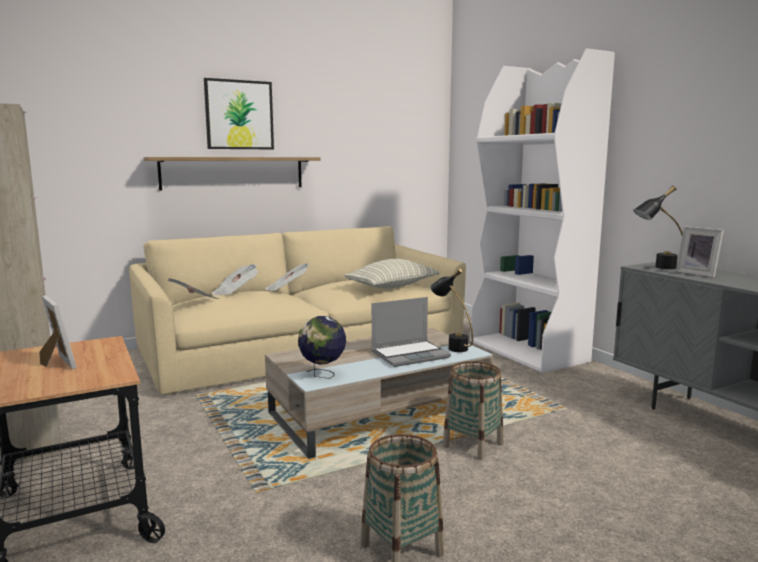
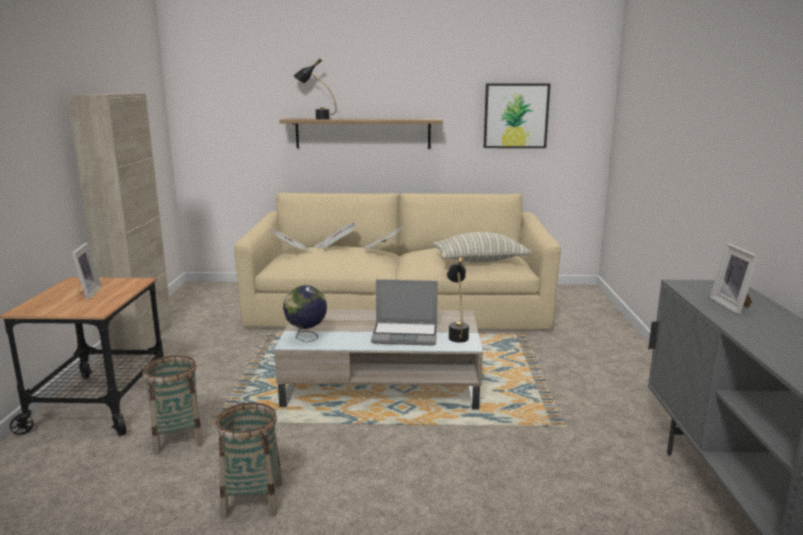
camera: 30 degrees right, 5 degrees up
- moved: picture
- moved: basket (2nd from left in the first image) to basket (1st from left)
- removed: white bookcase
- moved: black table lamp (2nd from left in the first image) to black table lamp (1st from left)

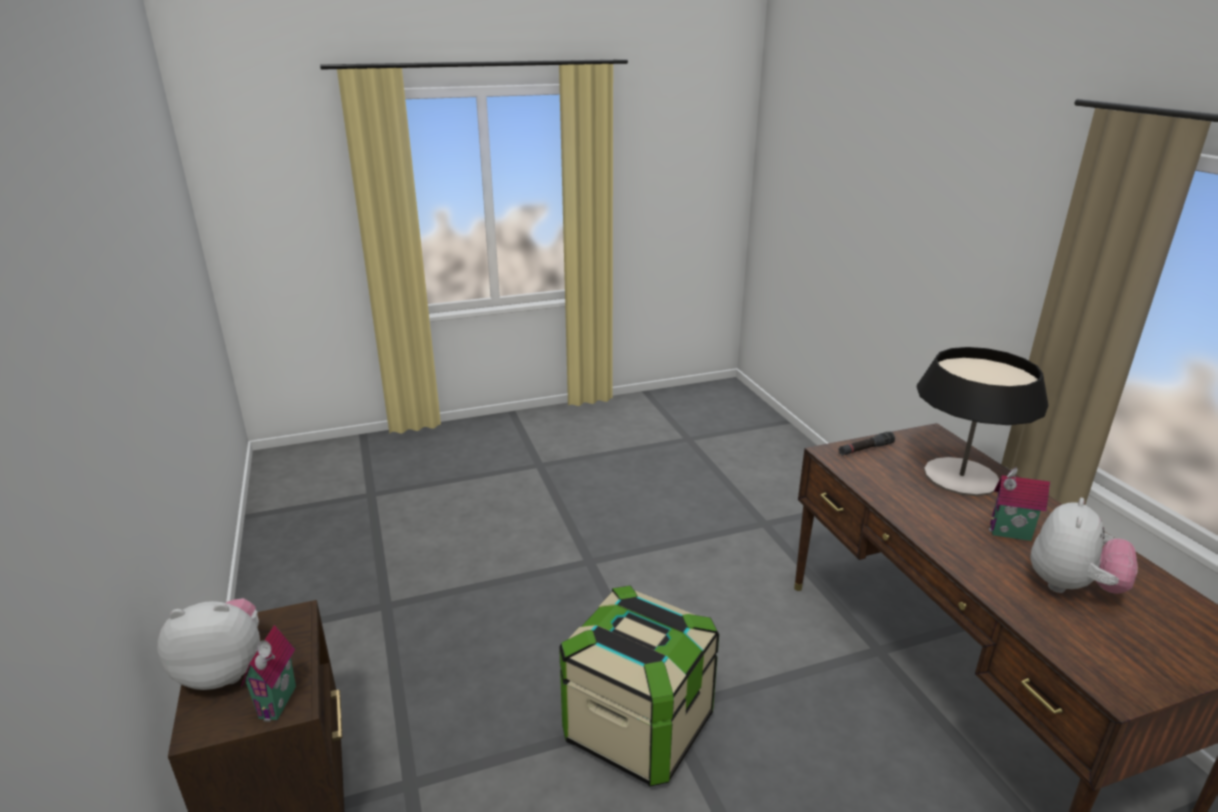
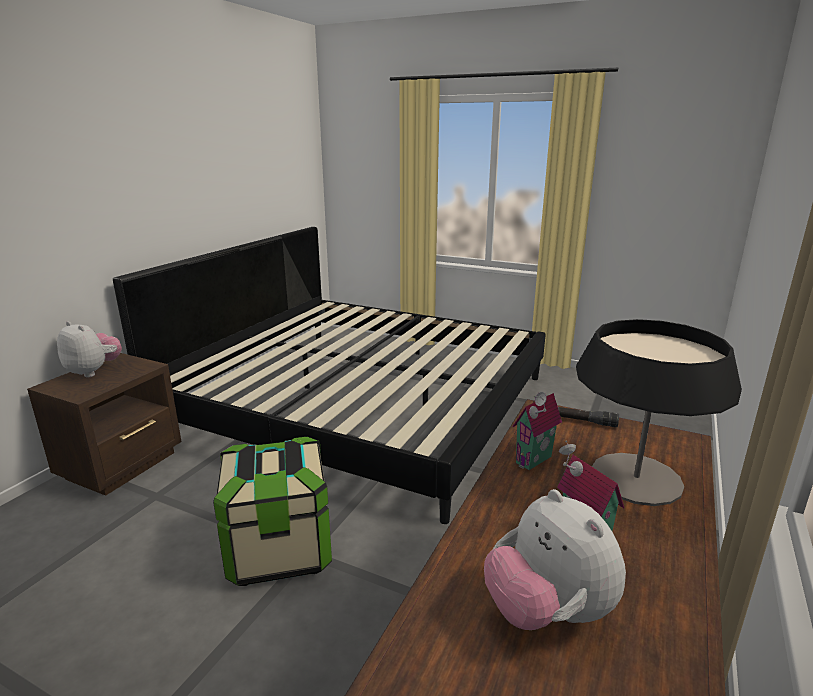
camera: 45 degrees right, 5 degrees down
- moved: toy house (1st from left)
- turned: plush toy (2nd from left) 75 degrees clockwise
- added: bed

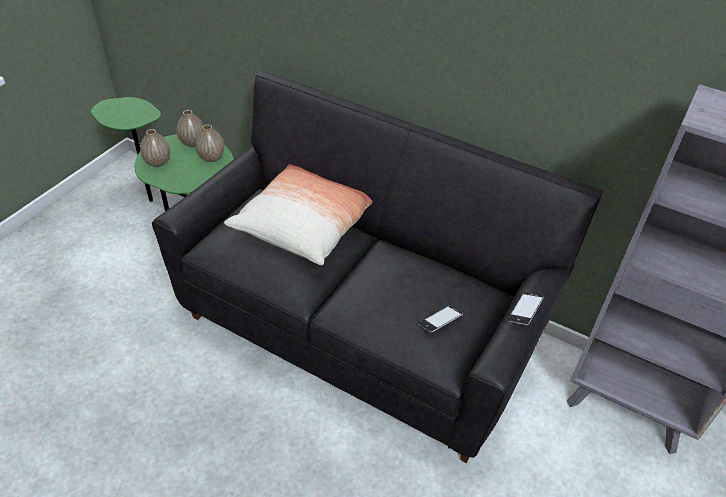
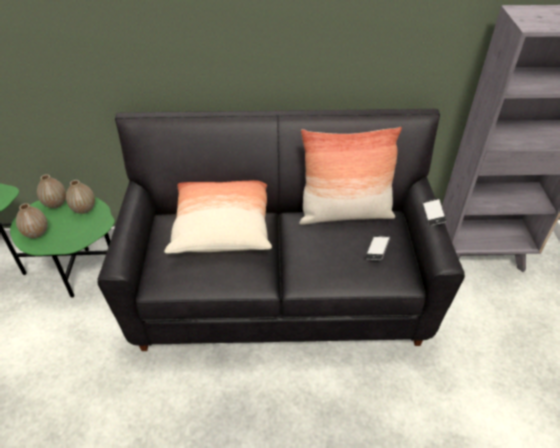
camera: 30 degrees left, 0 degrees up
- added: pillow (2nd from left)

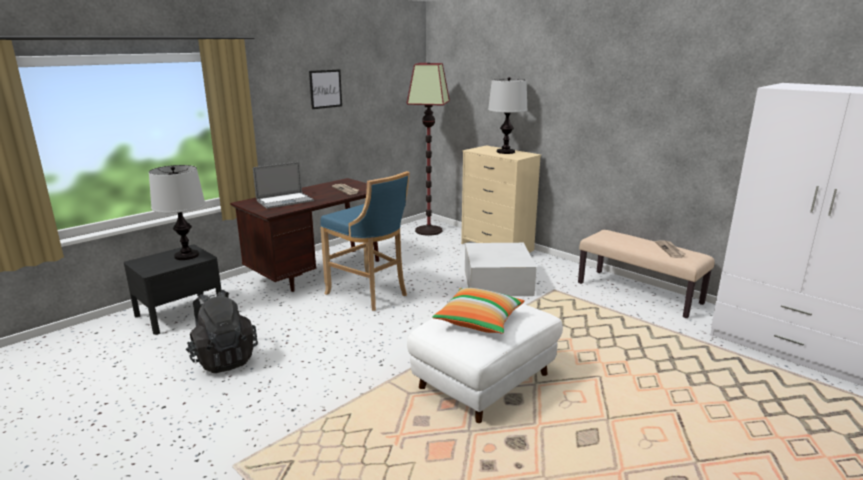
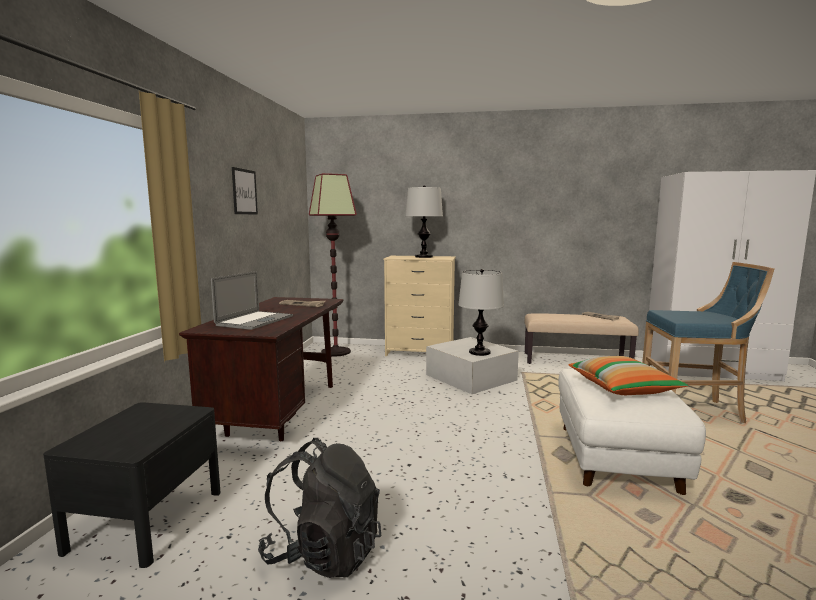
camera: 35 degrees left, 10 degrees down
- moved: table lamp (1st from left in the first image) to table lamp (2nd from left)
- moved: blue stool

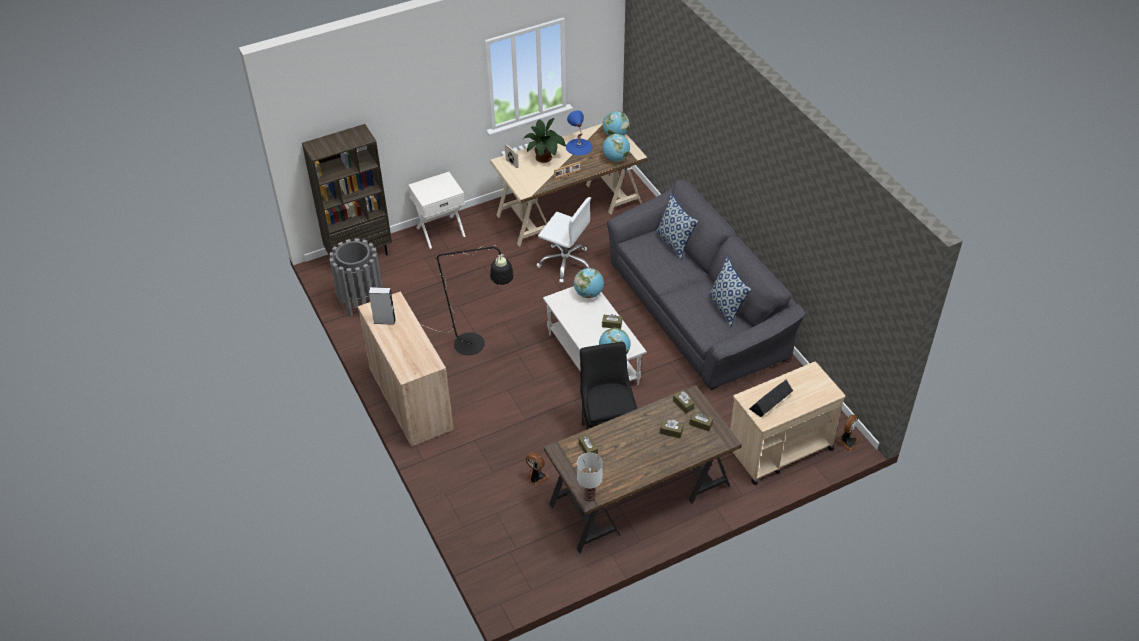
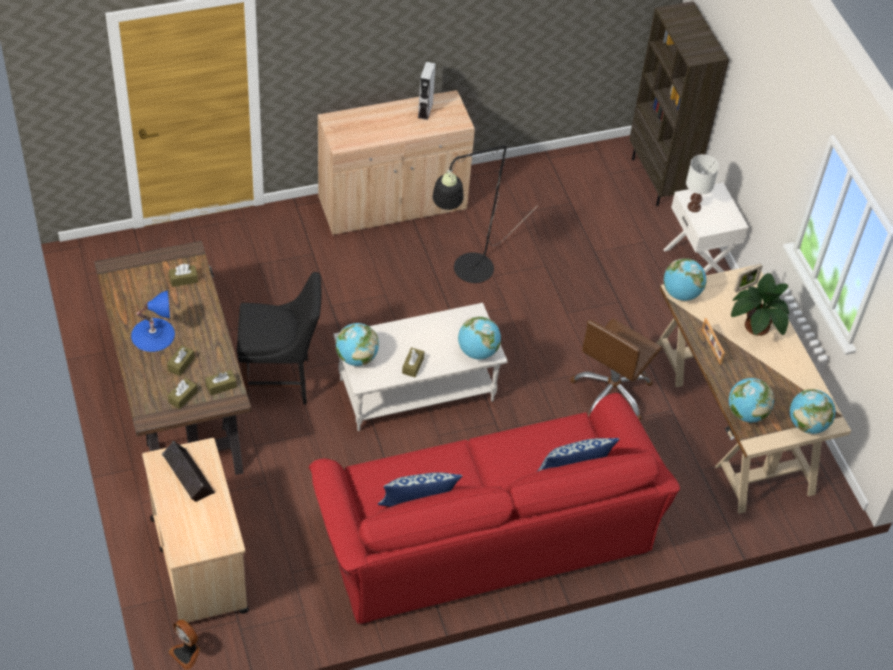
camera: 95 degrees right, 5 degrees up
- removed: grey trash can
- removed: fan (1st from left)
- recoloured: white office chair to brown office chair
- moved: blue table lamp
- moved: white table lamp
- recoloured: grey sofa to red sofa
- added: globe (3rd from left)

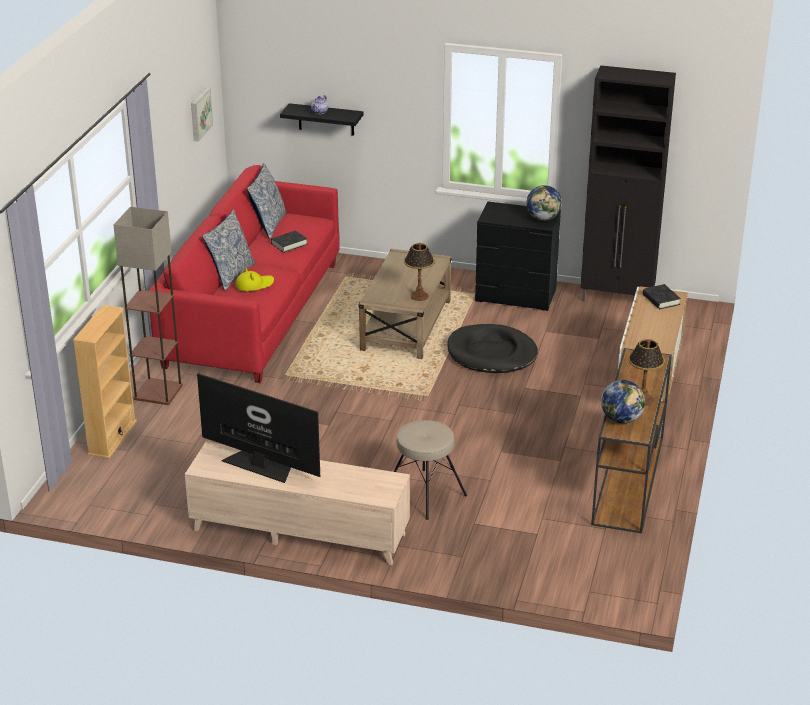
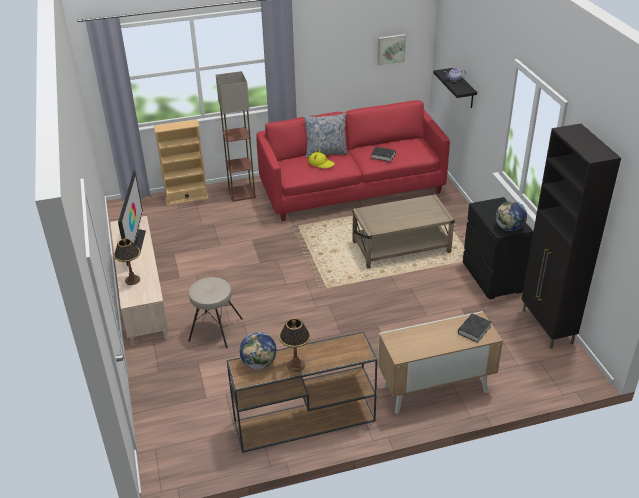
camera: 60 degrees right, 5 degrees up
- removed: pillow (2nd from left)
- moved: table lamp (1st from left)
- removed: black dog bed

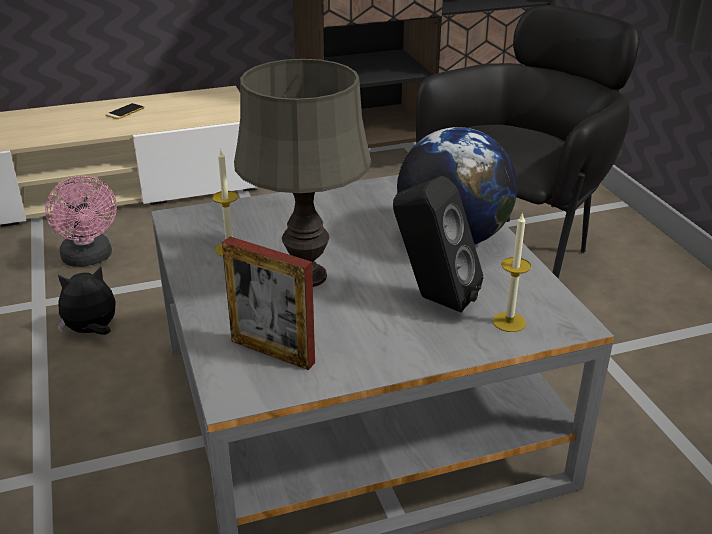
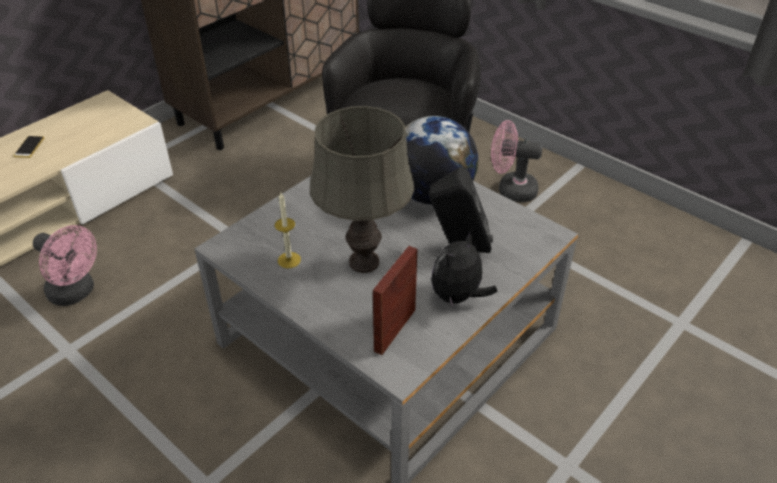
camera: 30 degrees left, 10 degrees up
- moved: plush toy
- turned: picture frame 120 degrees clockwise
- removed: candle (2nd from left)
- added: pink fan (2nd from left)

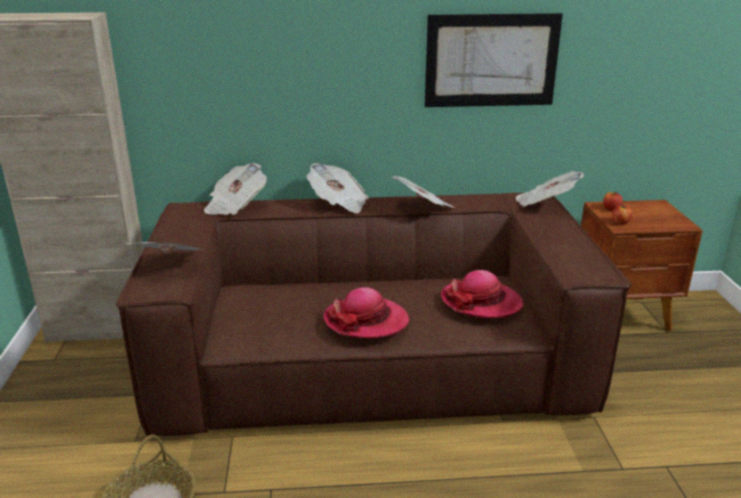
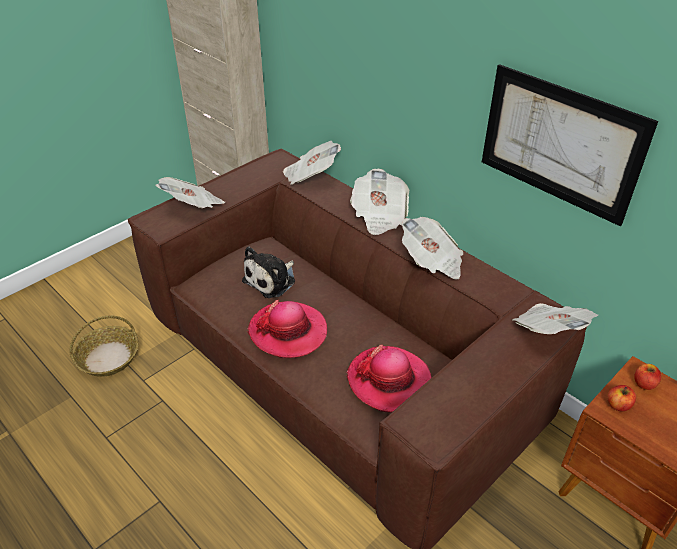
camera: 50 degrees right, 15 degrees up
- added: plush toy

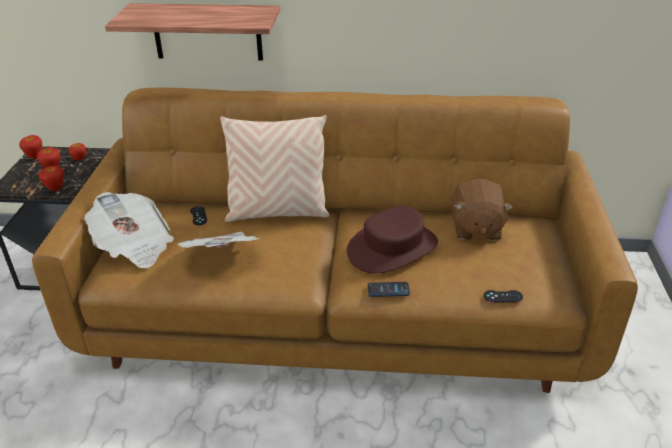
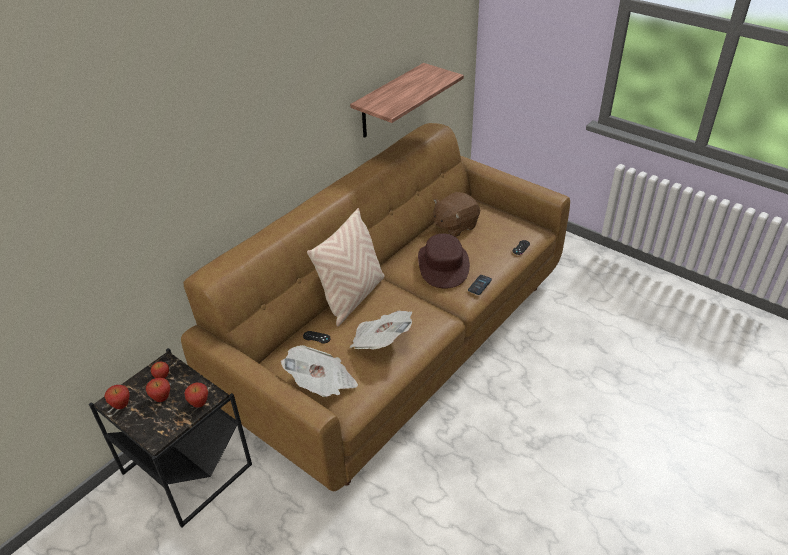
camera: 55 degrees left, 5 degrees up
- moved: shelf
- turned: brown plush toy 105 degrees clockwise

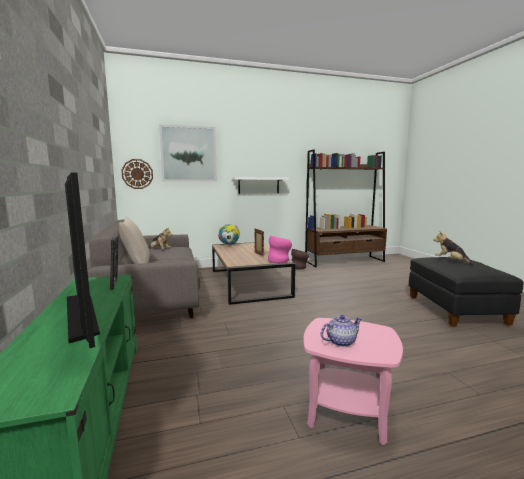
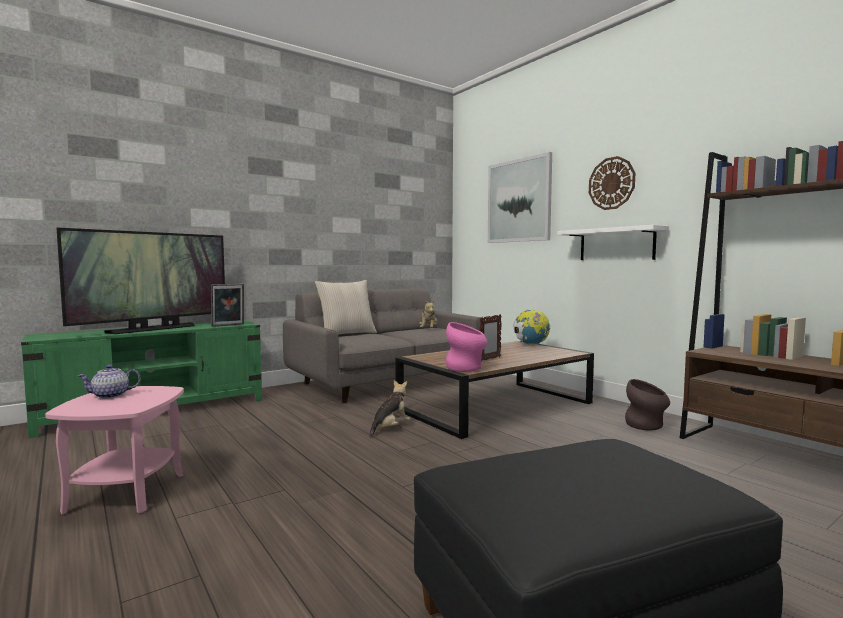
camera: 70 degrees right, 5 degrees down
- moved: wall clock
- turned: teapot 105 degrees clockwise
- moved: plush toy (2nd from left in the first image) to plush toy (1st from left)

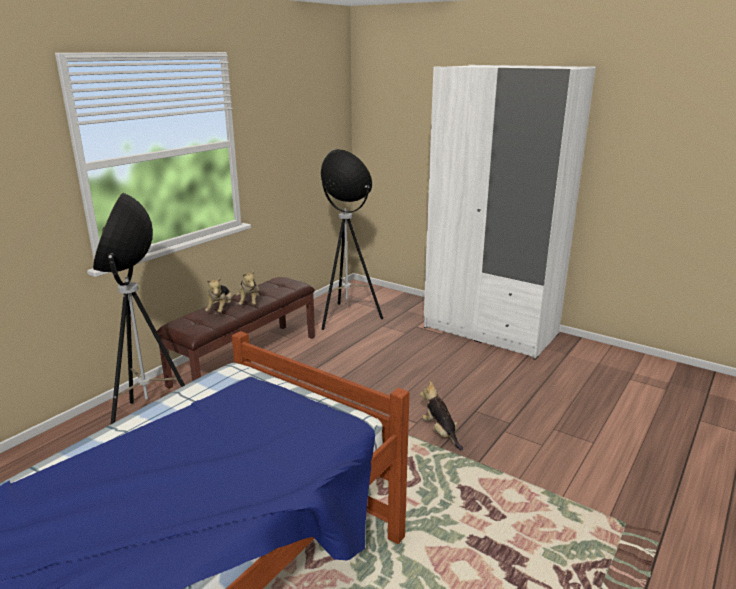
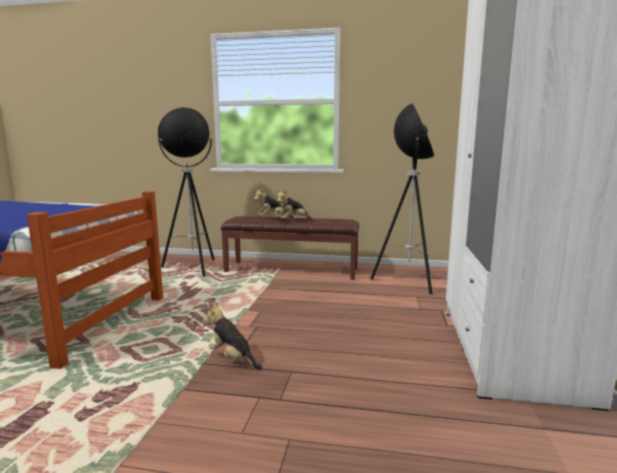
camera: 65 degrees right, 10 degrees down
- turned: plush toy (3rd from left in the first image) 90 degrees counterclockwise

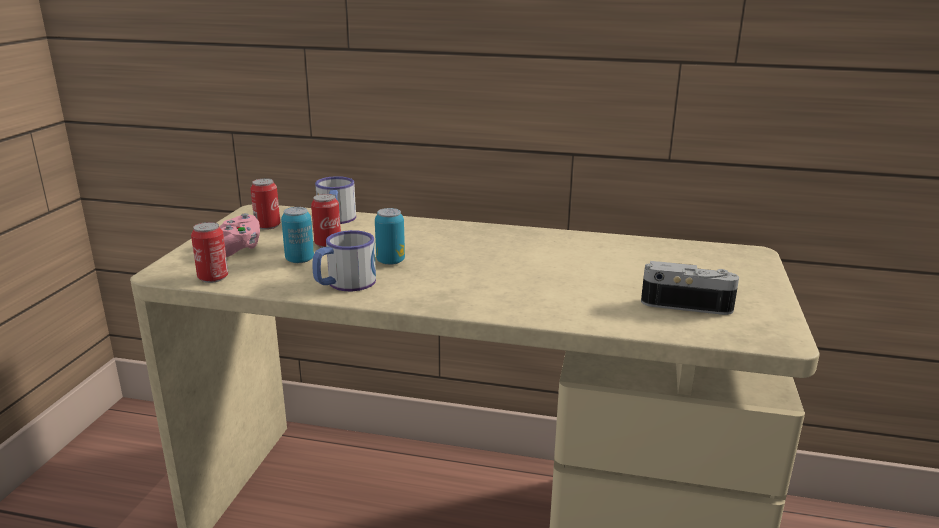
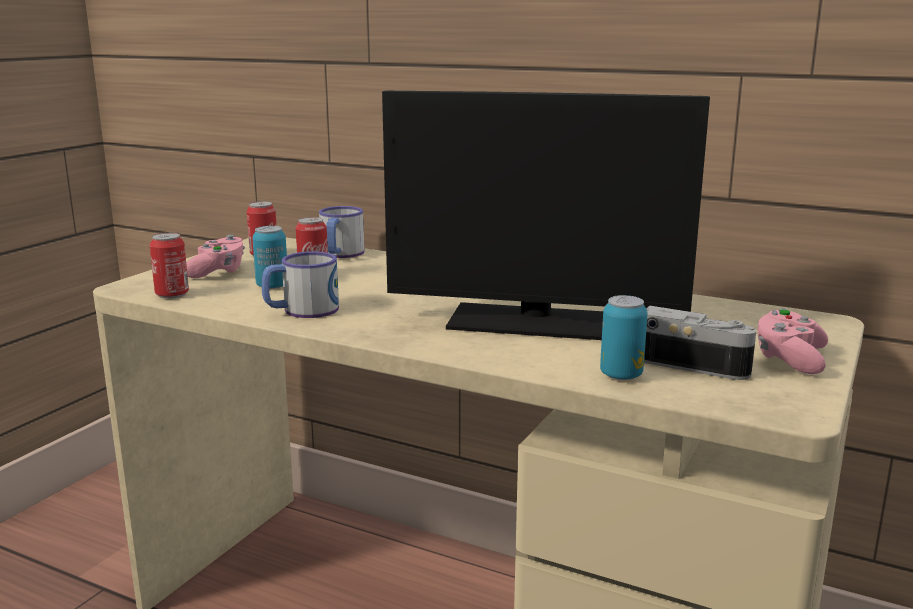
camera: 15 degrees right, 5 degrees down
- moved: can (5th from left)
- added: monitor
- added: pink game controller (2nd from left)

